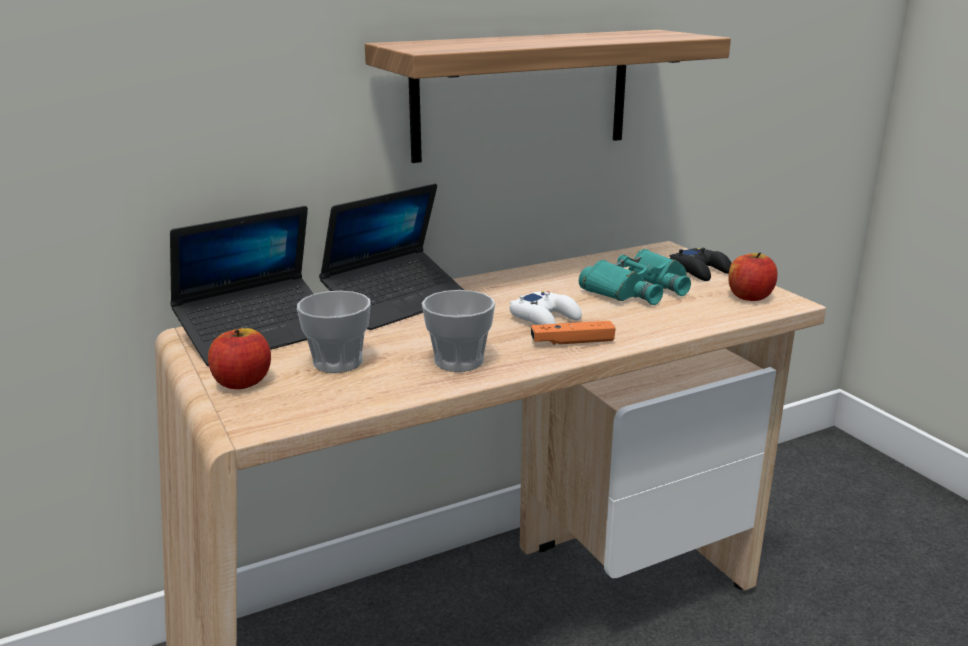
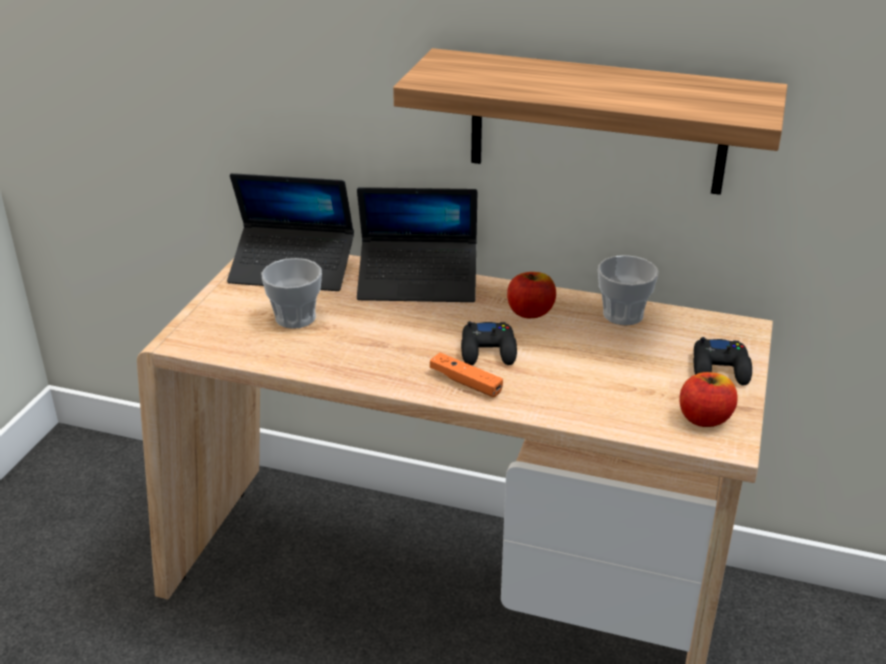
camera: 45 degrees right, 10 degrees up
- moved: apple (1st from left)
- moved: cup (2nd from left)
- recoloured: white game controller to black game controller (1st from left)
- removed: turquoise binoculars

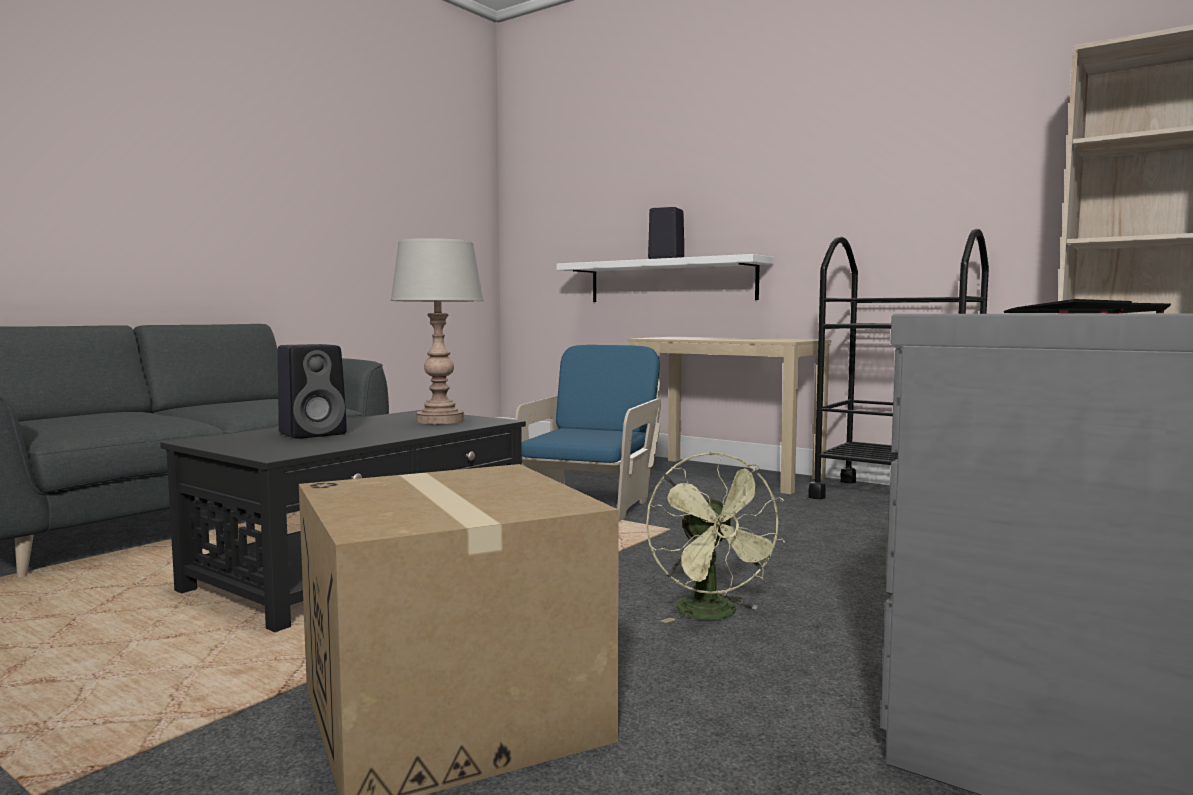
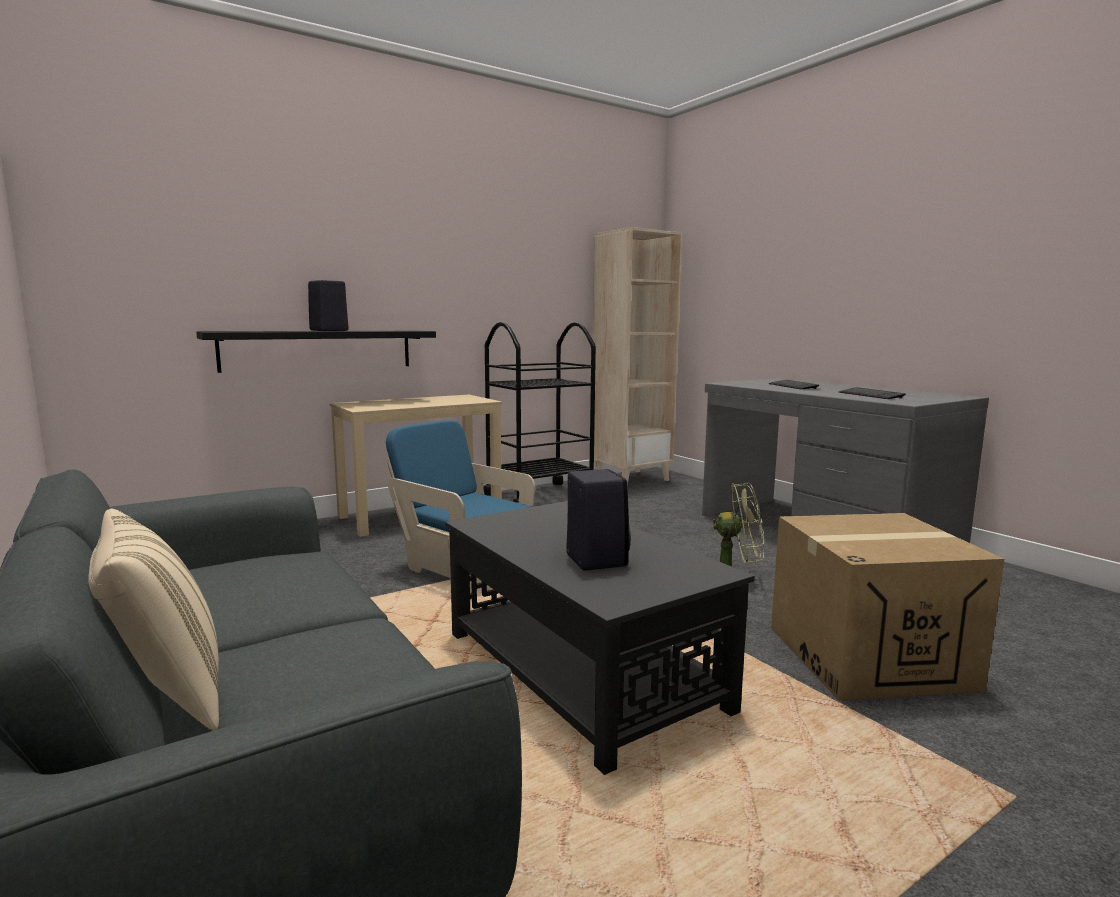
camera: 70 degrees left, 5 degrees up
- removed: grey table lamp
- recoloured: white shelf to black shelf
- added: beige pillow

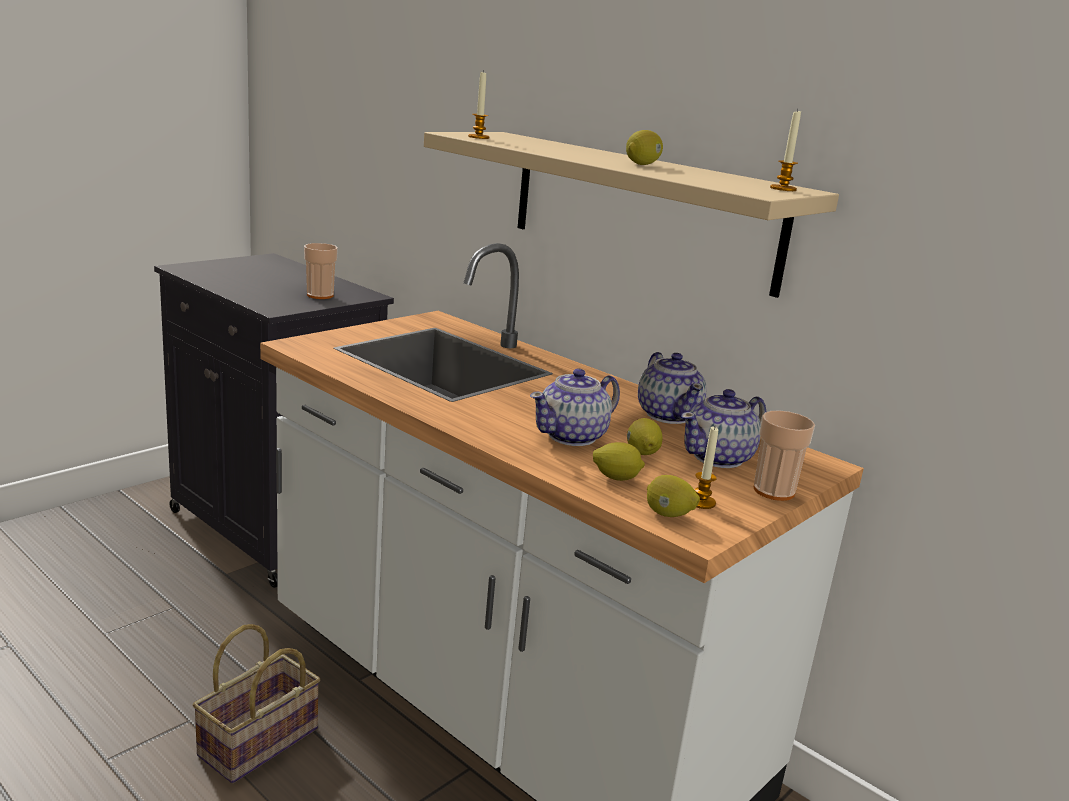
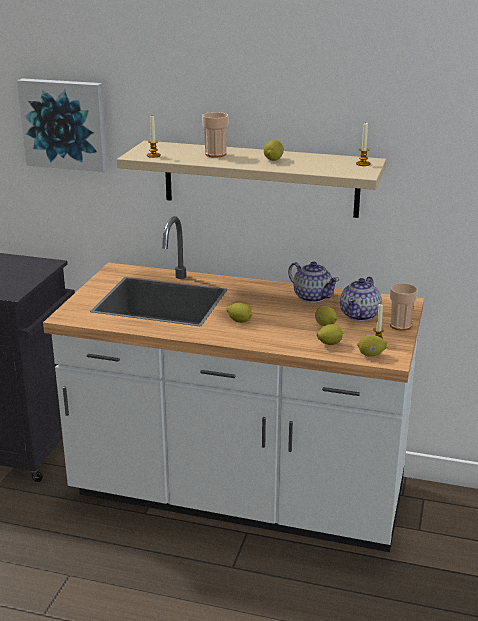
camera: 25 degrees left, 5 degrees up
- removed: basket
- moved: cup (1st from left)
- removed: teapot (1st from left)
- added: picture
- added: lemon (1st from left)

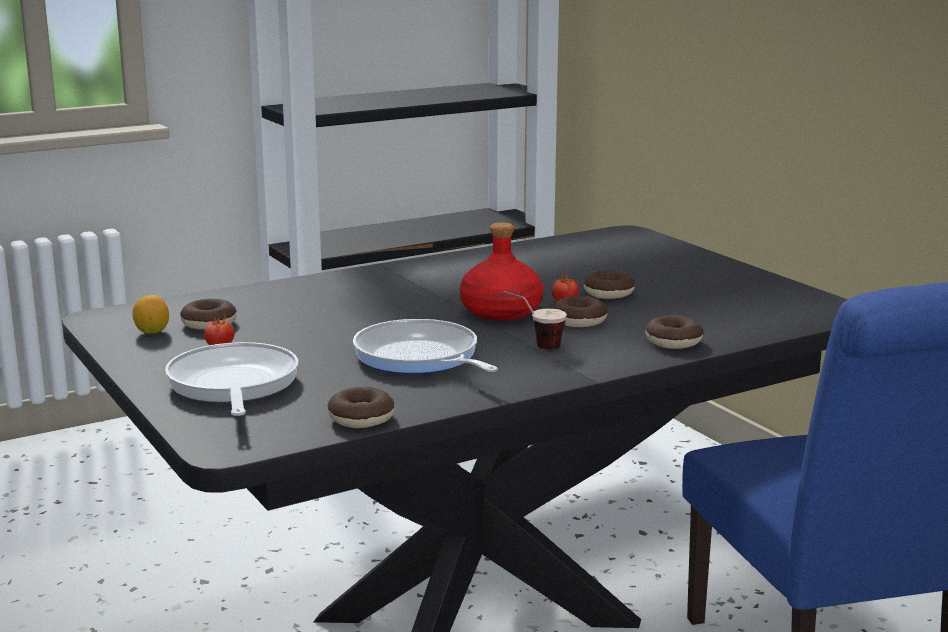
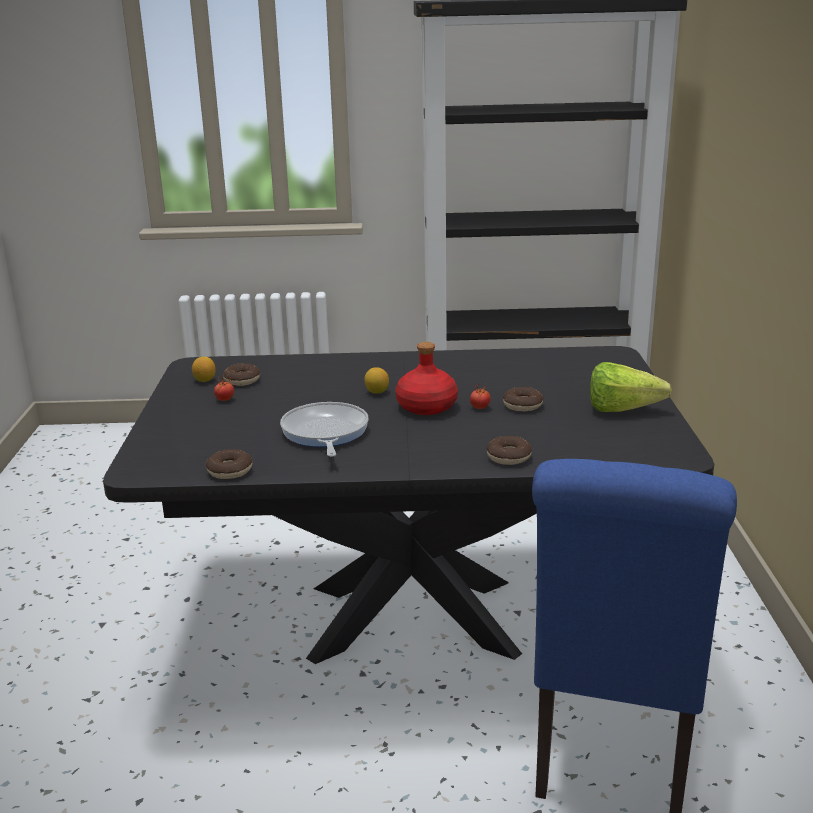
camera: 30 degrees right, 5 degrees up
- removed: frying pan (1st from left)
- removed: cup
- removed: donut (3rd from left)
- added: lemon (2nd from left)
- added: lettuce

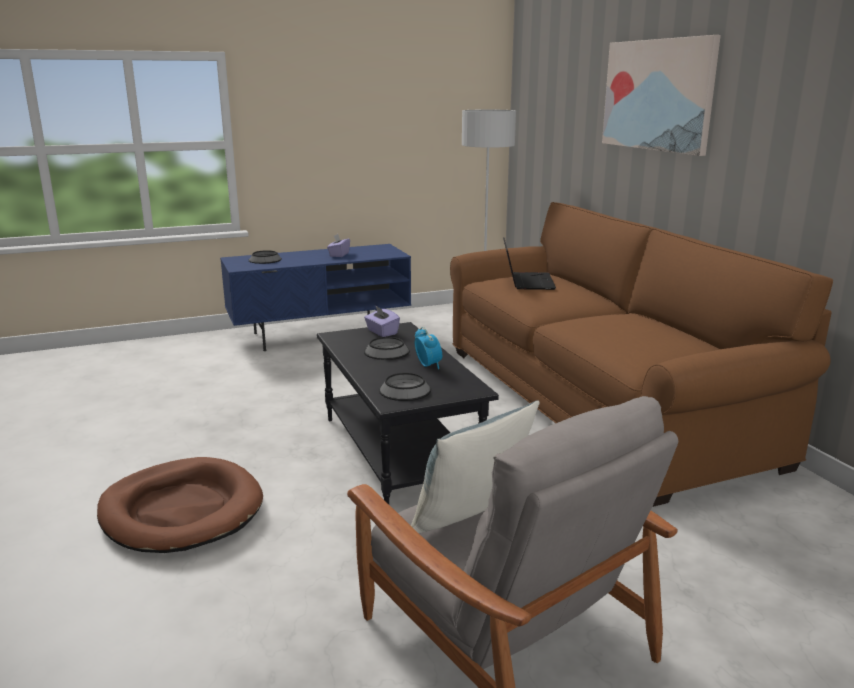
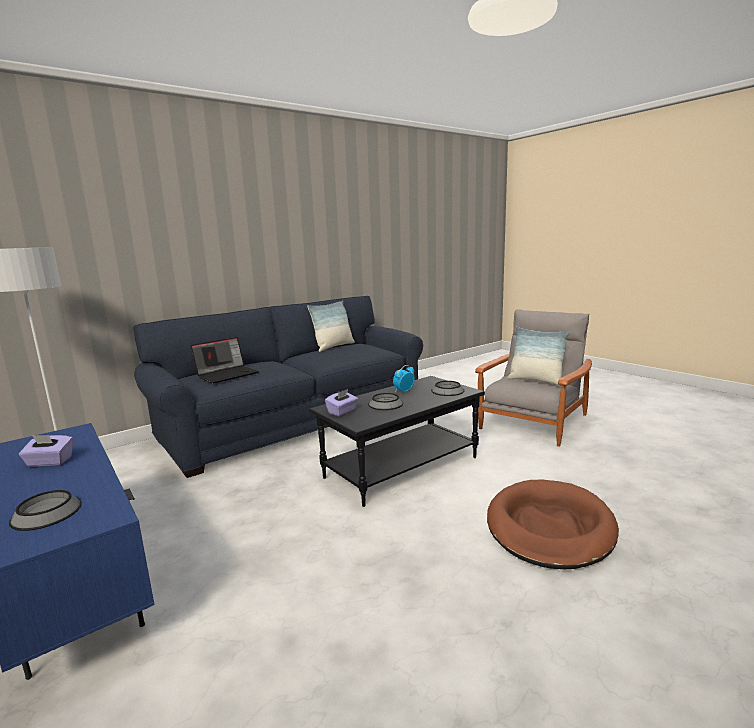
camera: 105 degrees left, 5 degrees down
- recoloured: brown sofa to blue sofa
- turned: laptop 150 degrees clockwise
- removed: picture
- added: pillow (1st from left)

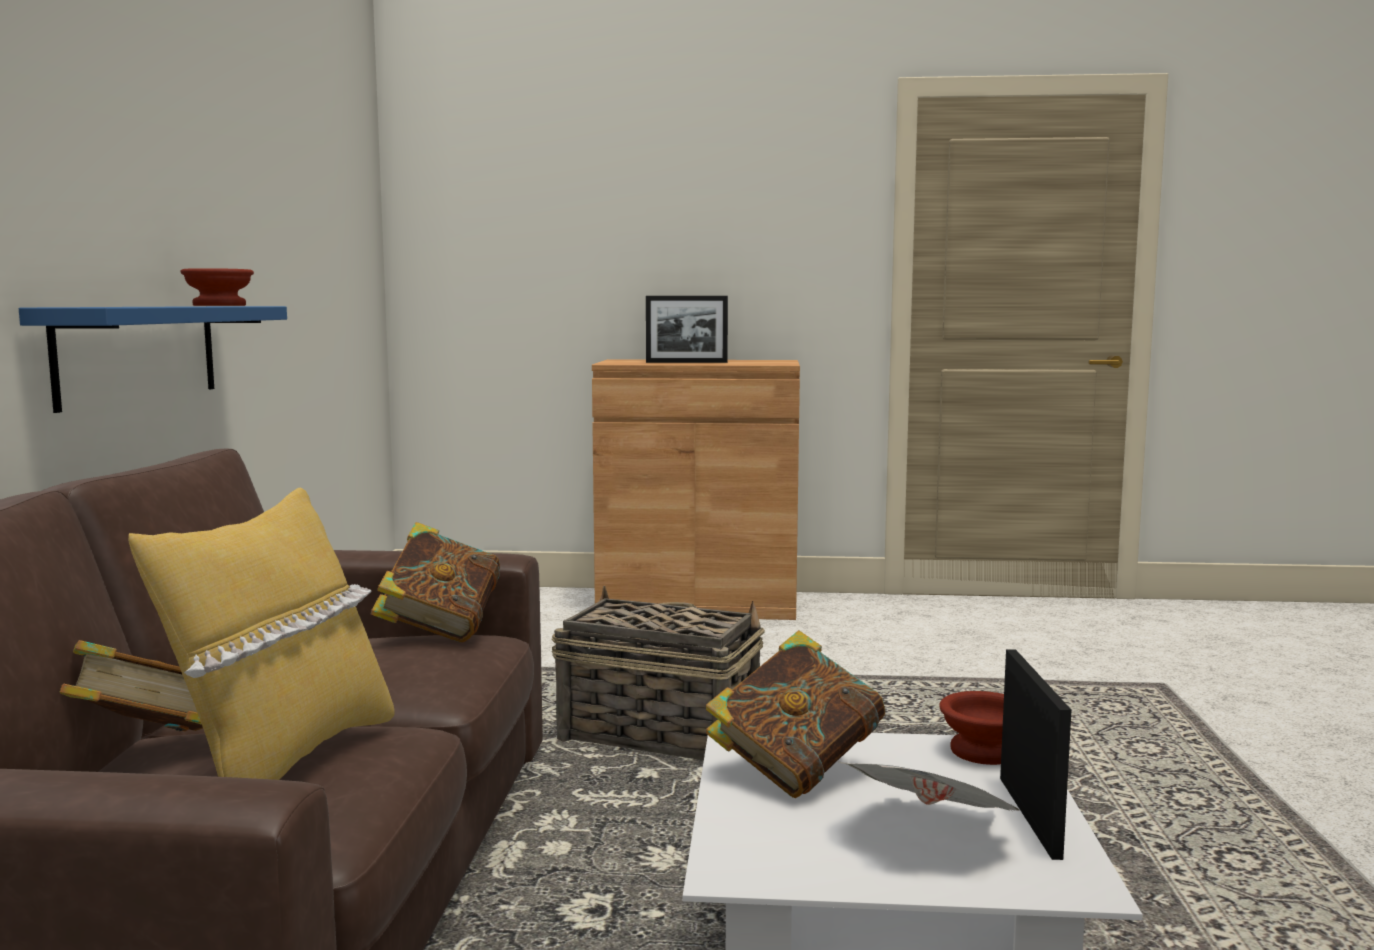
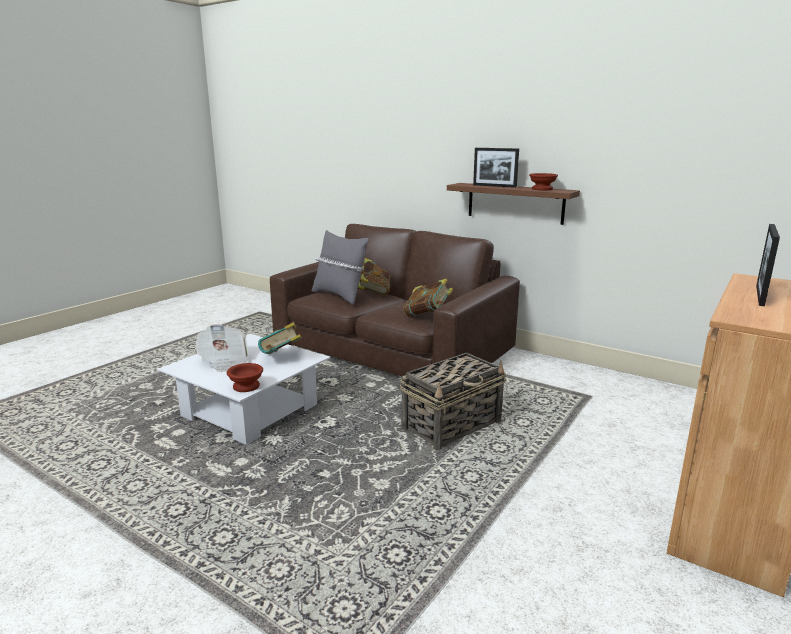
camera: 120 degrees right, 10 degrees up
- recoloured: blue shelf to brown shelf
- recoloured: yellow pillow to grey pillow
- moved: picture frame (2nd from left in the first image) to picture frame (1st from left)

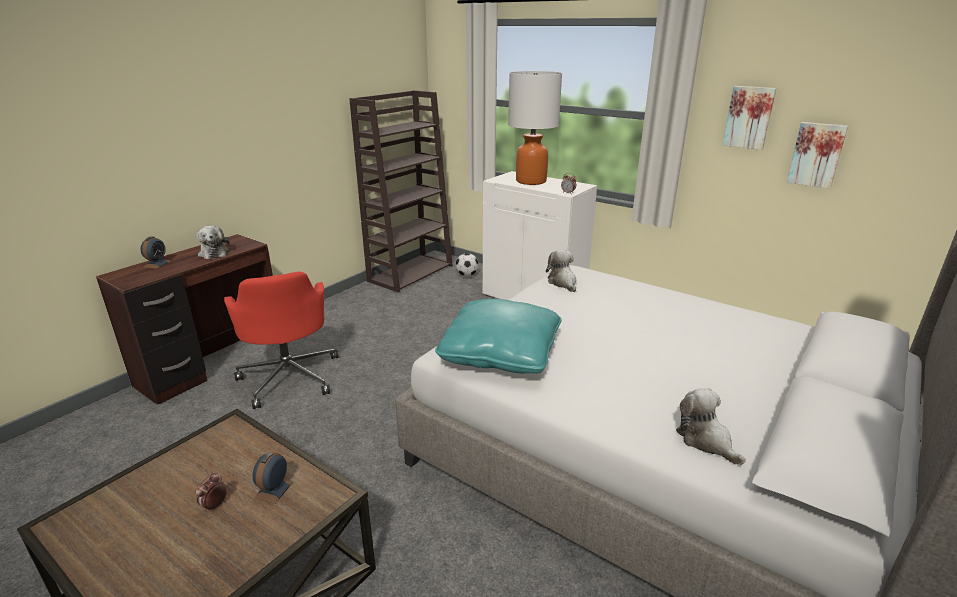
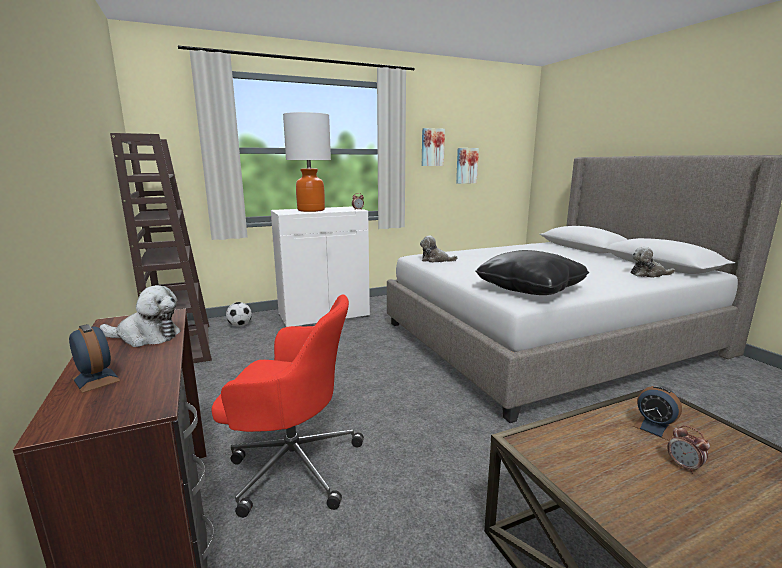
camera: 60 degrees left, 10 degrees down
- recoloured: turquoise pillow to black pillow

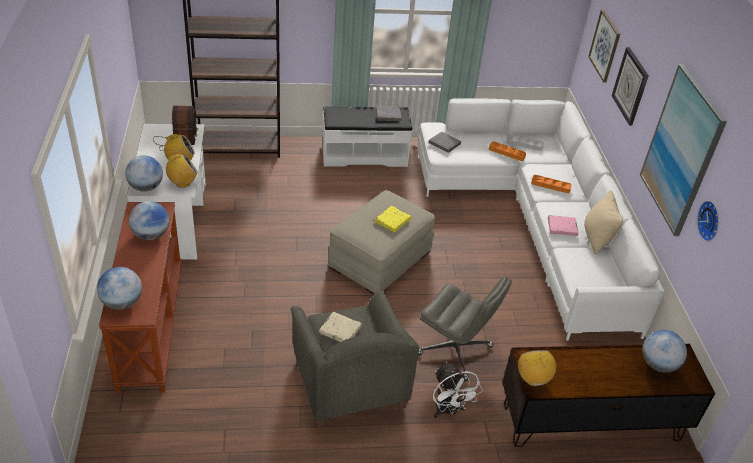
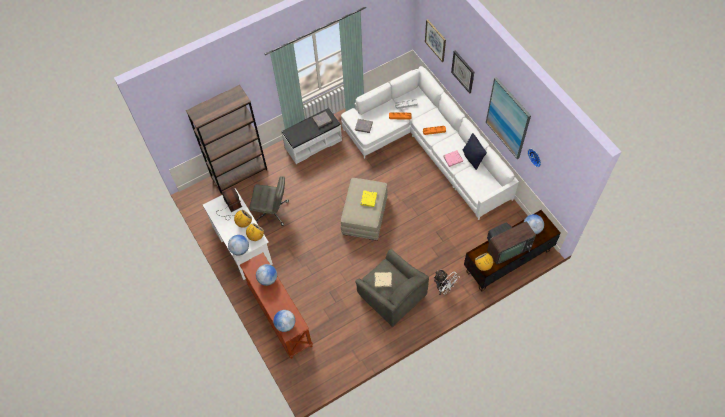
camera: 20 degrees left, 20 degrees up
- moved: grey office chair
- recoloured: beige pillow to black pillow
- added: television

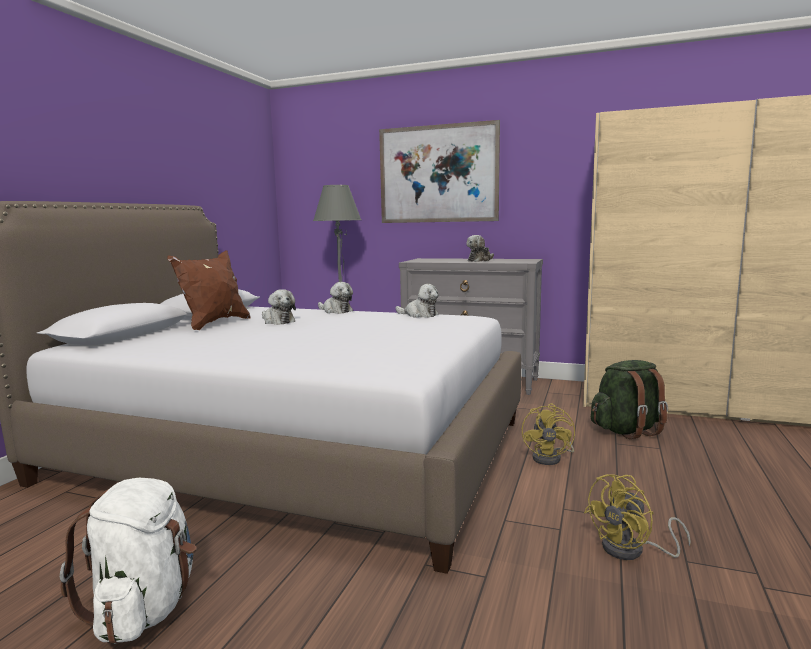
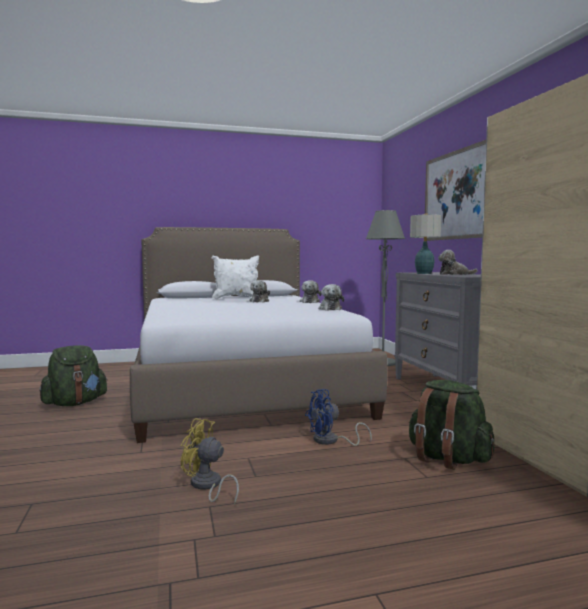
camera: 55 degrees right, 5 degrees down
- recoloured: white backpack to green backpack (1st from left)
- recoloured: brown pillow to white pillow
- recoloured: yellow fan (1st from left) to blue fan
- added: table lamp

